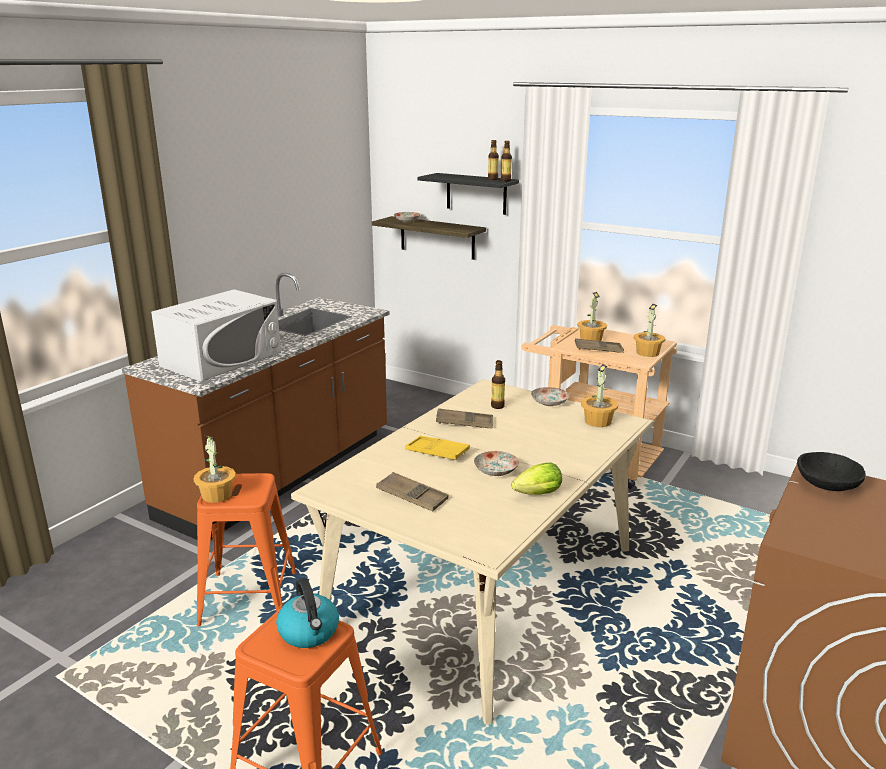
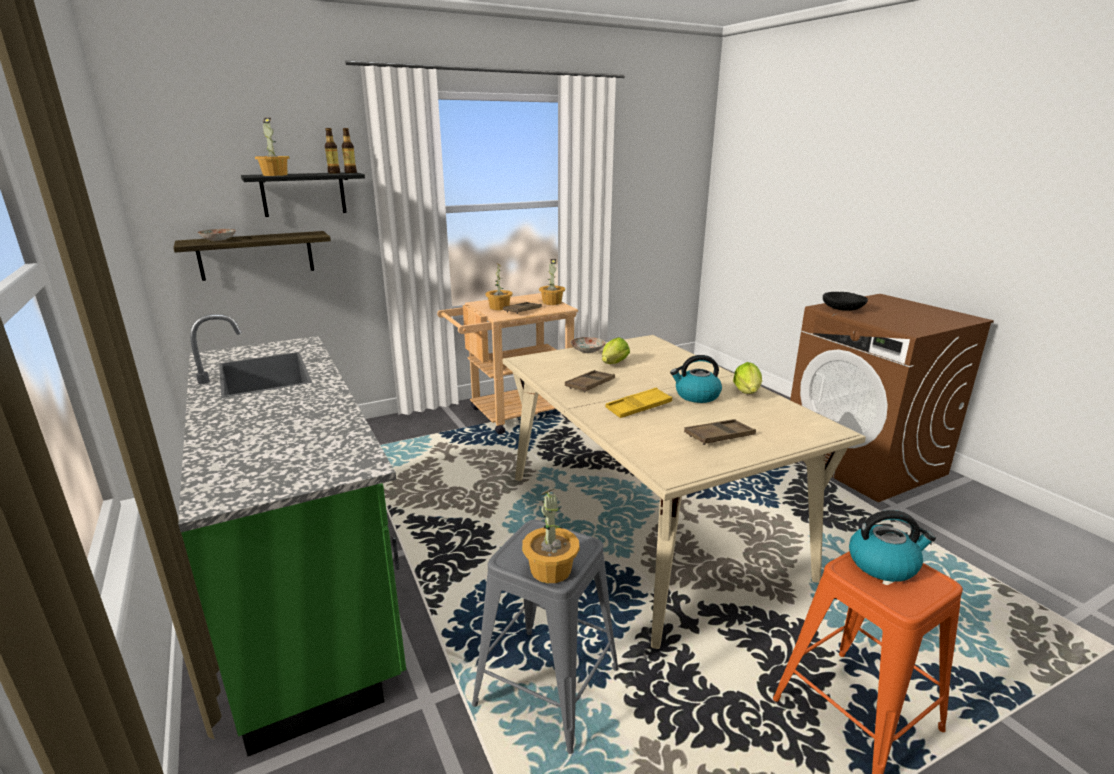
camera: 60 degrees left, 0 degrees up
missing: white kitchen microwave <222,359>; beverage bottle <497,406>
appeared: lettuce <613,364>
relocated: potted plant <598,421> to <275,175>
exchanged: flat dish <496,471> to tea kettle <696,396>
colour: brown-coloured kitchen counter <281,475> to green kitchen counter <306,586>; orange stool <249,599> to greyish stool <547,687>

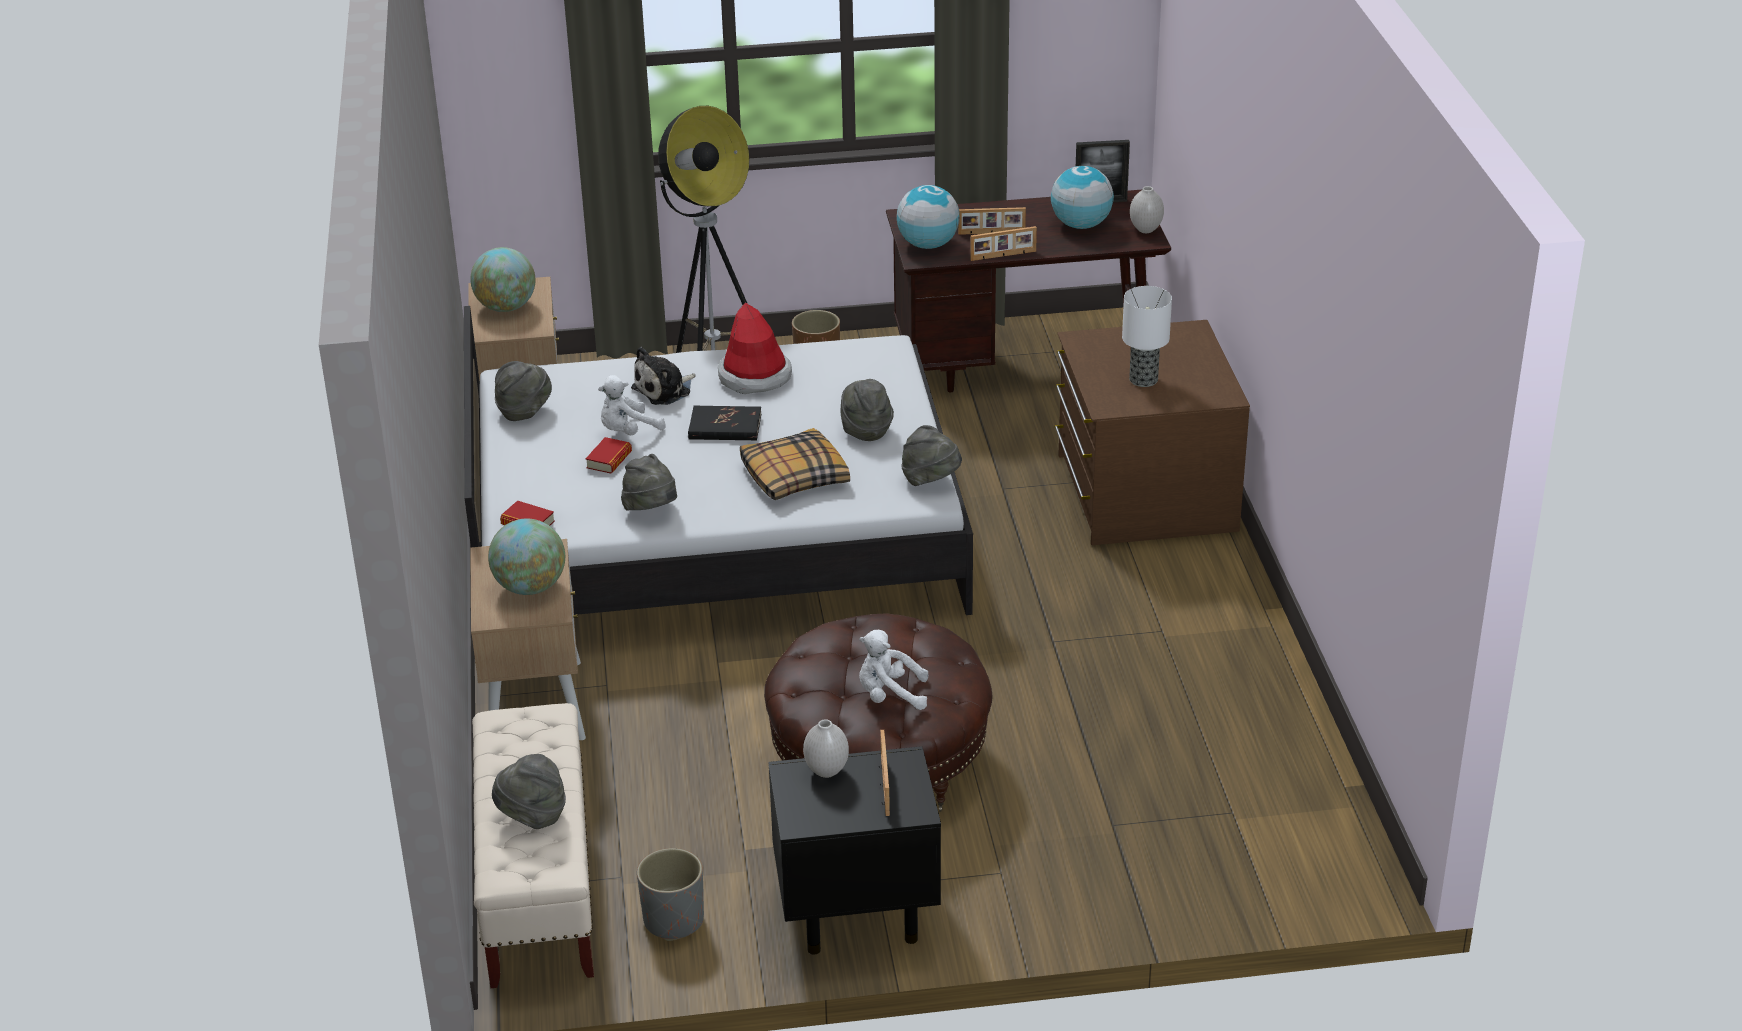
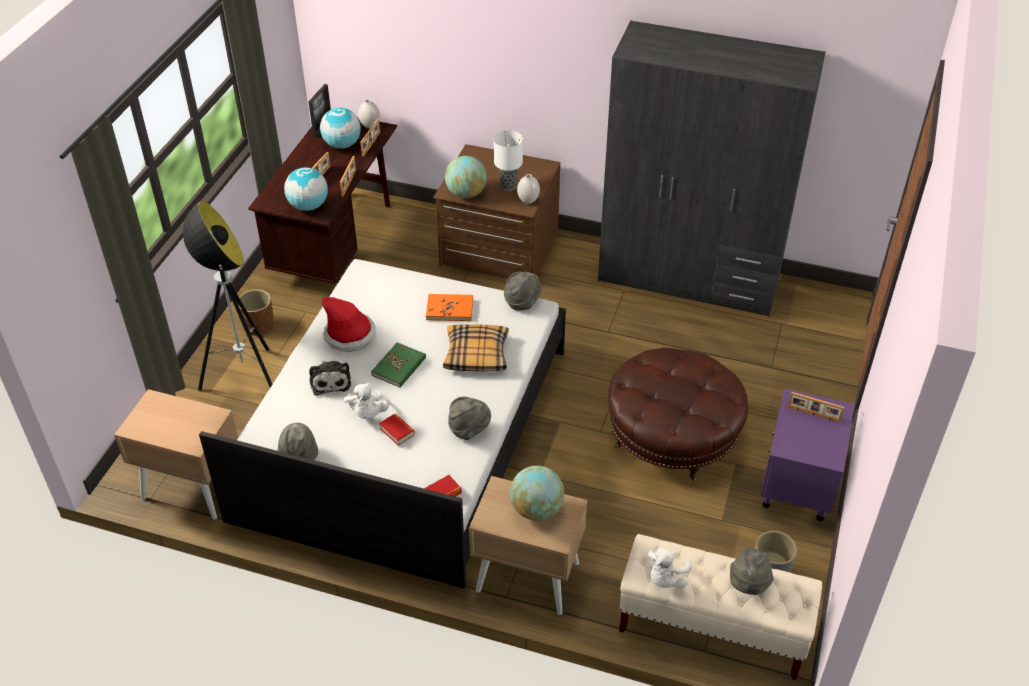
camera: 65 degrees left, 10 degrees up
appeared: picture frame <371,144>; greyish wardrobe <689,278>
relocated: desk globe <506,307> to <466,193>; white decorative vase <826,771> to <528,201>; white plush toy <890,696> to <665,578>
exchanged: greyish clothing hat <865,430> to orange volume <449,309>
colour: blackish volume <725,427> to green volume <399,367>; blackish nightstand <854,913> to purple-coloured nightstand <797,491>

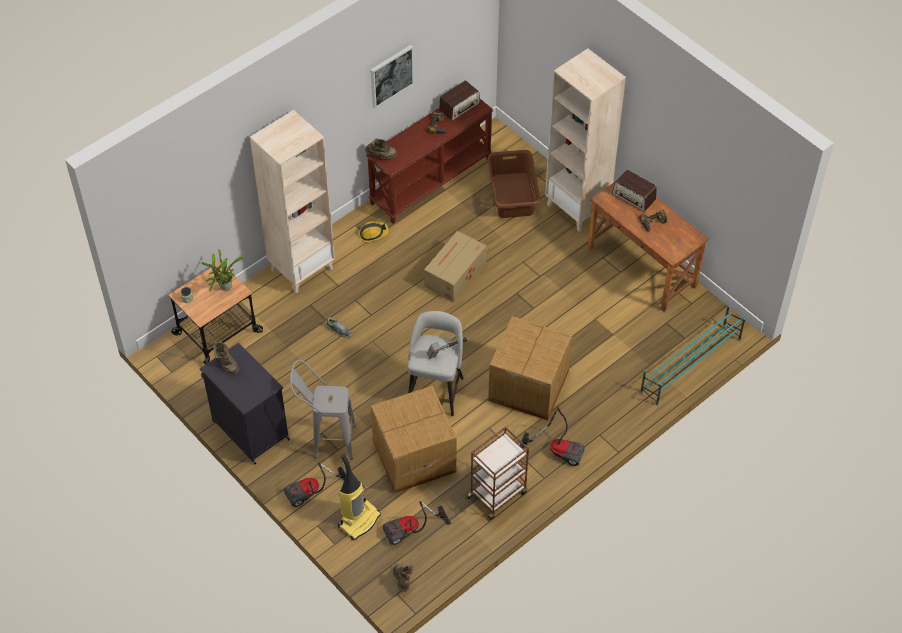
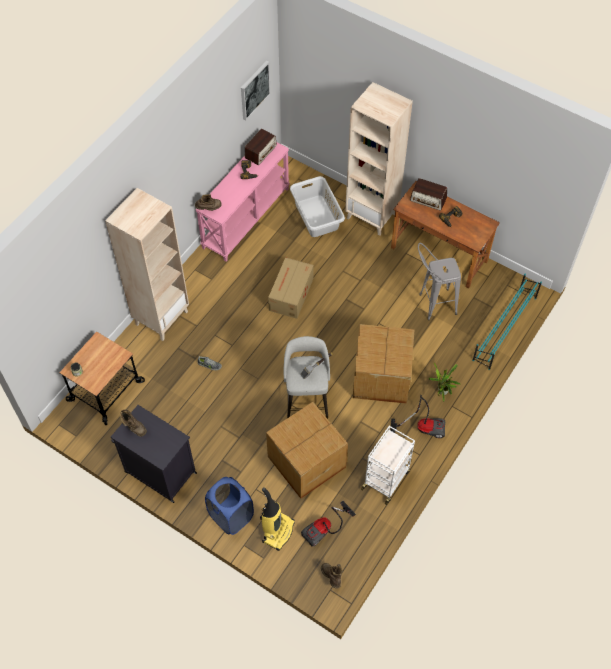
camera: 15 degrees left, 5 degrees up
missing: hard hat <373,233>
relocated: wall picture <391,75> to <254,90>; greyish stool <326,441> to <431,305>; potted plant <224,288> to <442,392>
exchanged: vacuum <313,492> to blue-coloured laundry basket <231,516>
colour: brown-coloured narrow table <430,180> to pink narrow table <245,217>; brown-coloured laundry basket <513,195> to greyish laundry basket <317,216>; brown-coloured trolley <497,494> to white trolley <386,479>

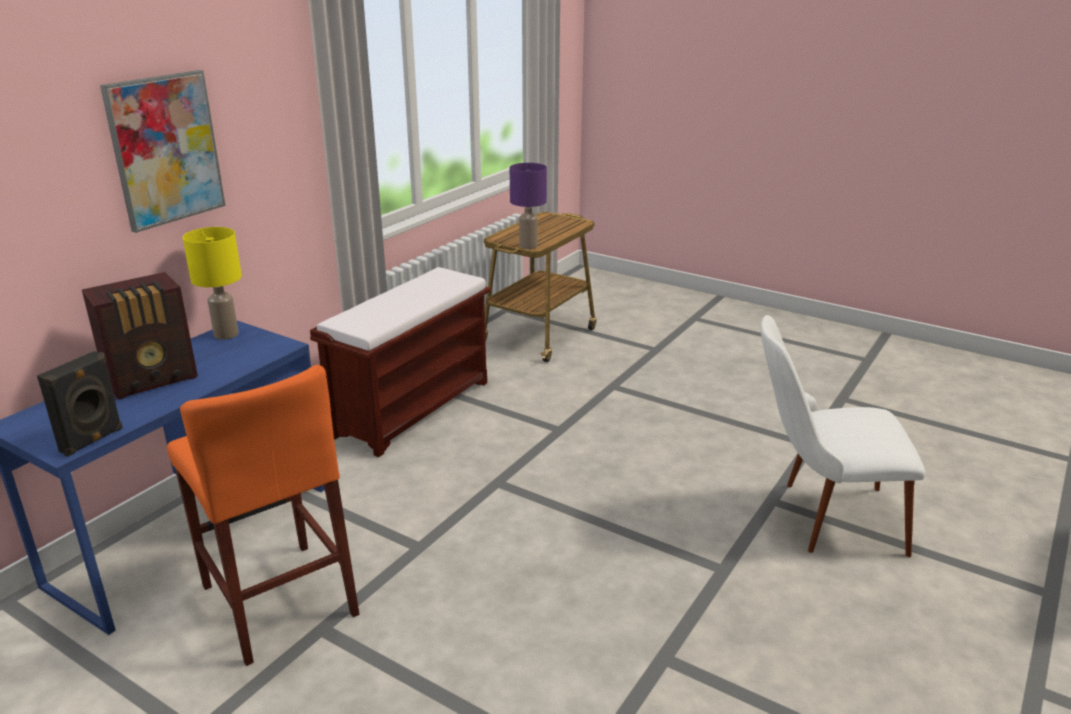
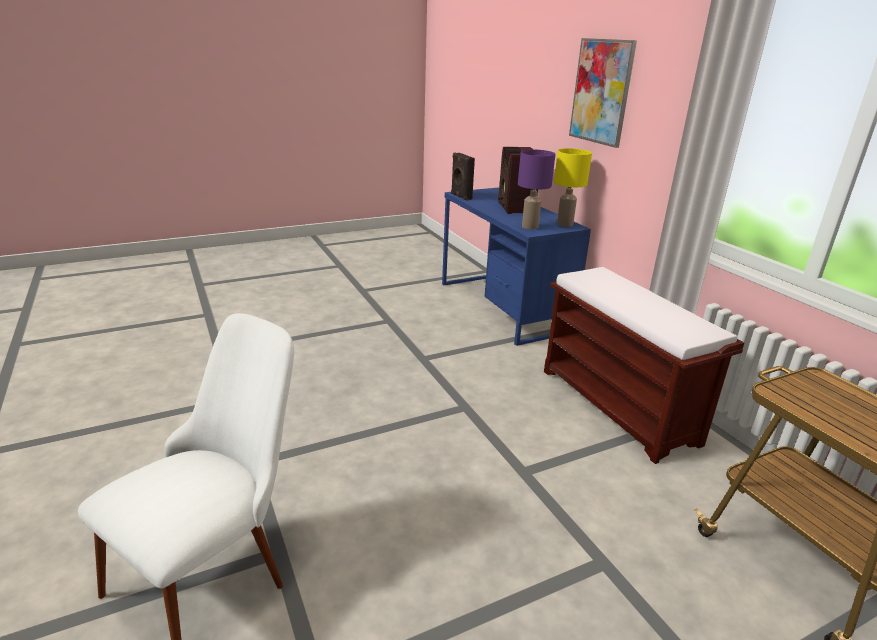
camera: 120 degrees right, 0 degrees up
missing: orange stool <278,600>
relocated: purple-coloured tabletop lamp <528,246> to <530,227>

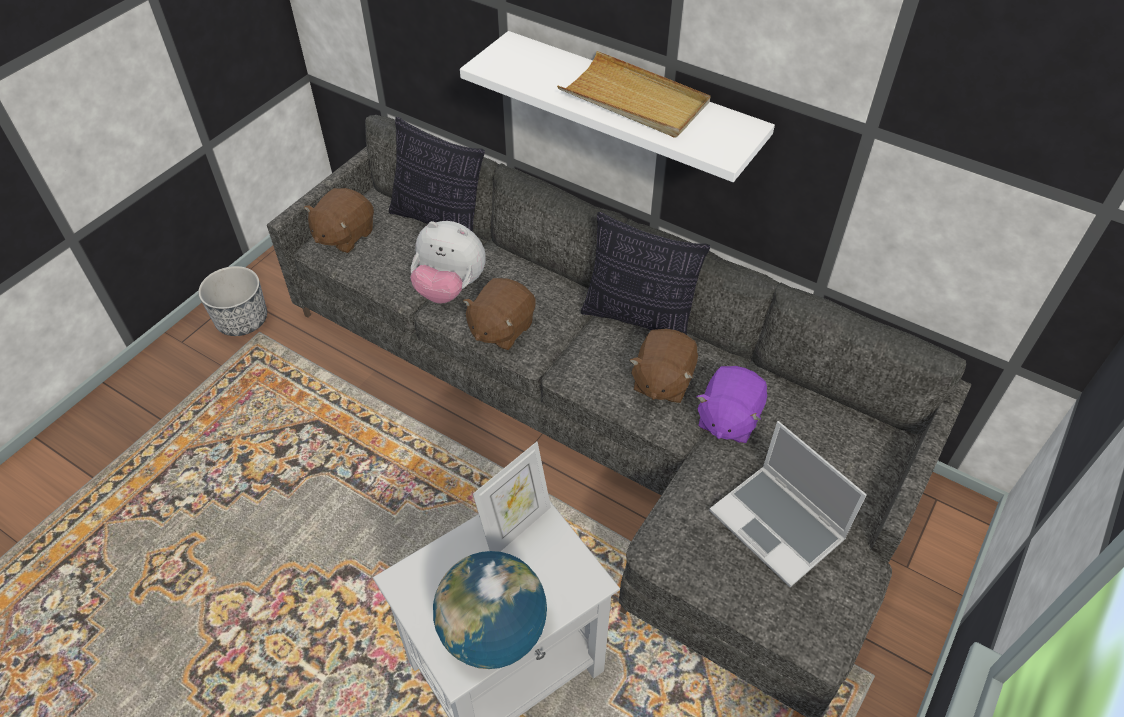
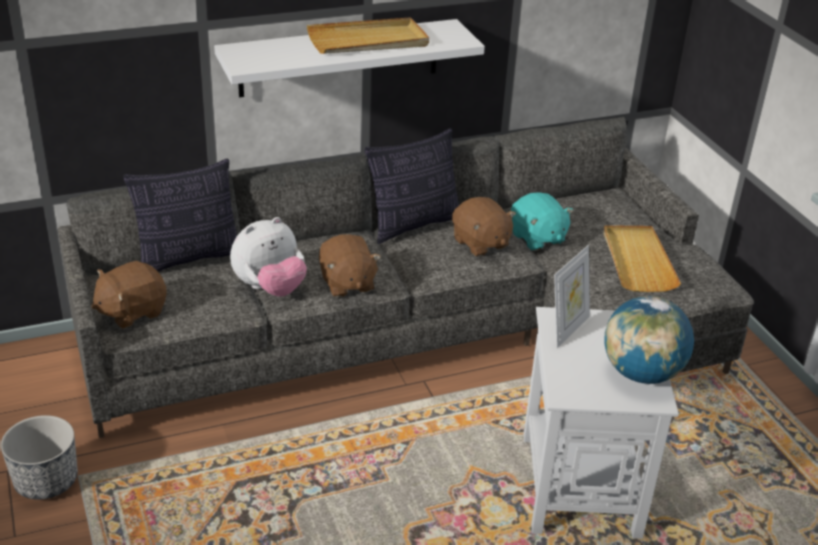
camera: 55 degrees left, 15 degrees down
exchanged: notebook computer <778,526> to beige carrying tray <637,261>
colour: purple-coloured plush toy <727,419> to blue-green plush toy <537,238>
spun: brown-coloured plush toy <344,235> = <131,311> 75 degrees clockwise; picture frame <516,527> = <567,329> 45 degrees clockwise

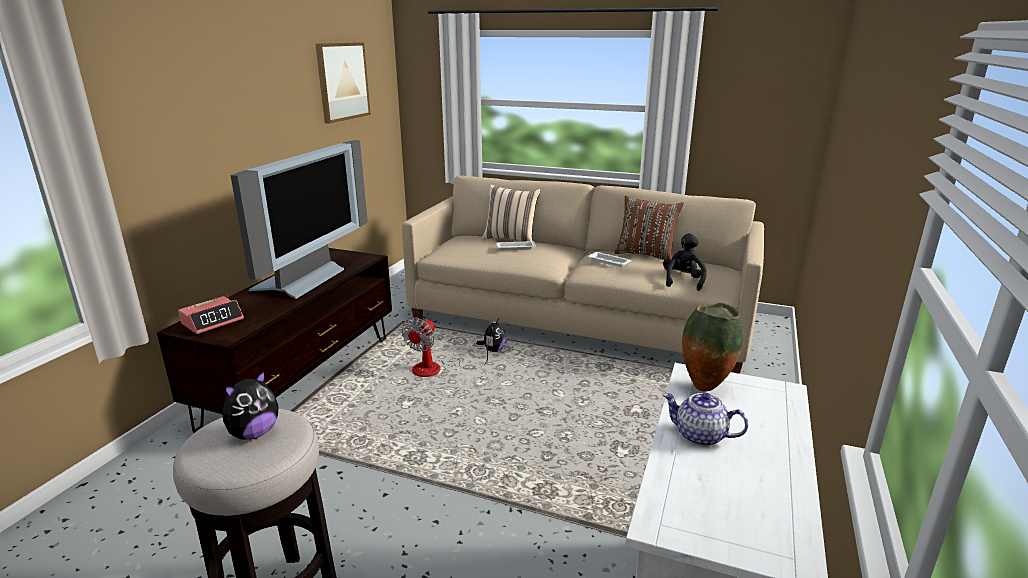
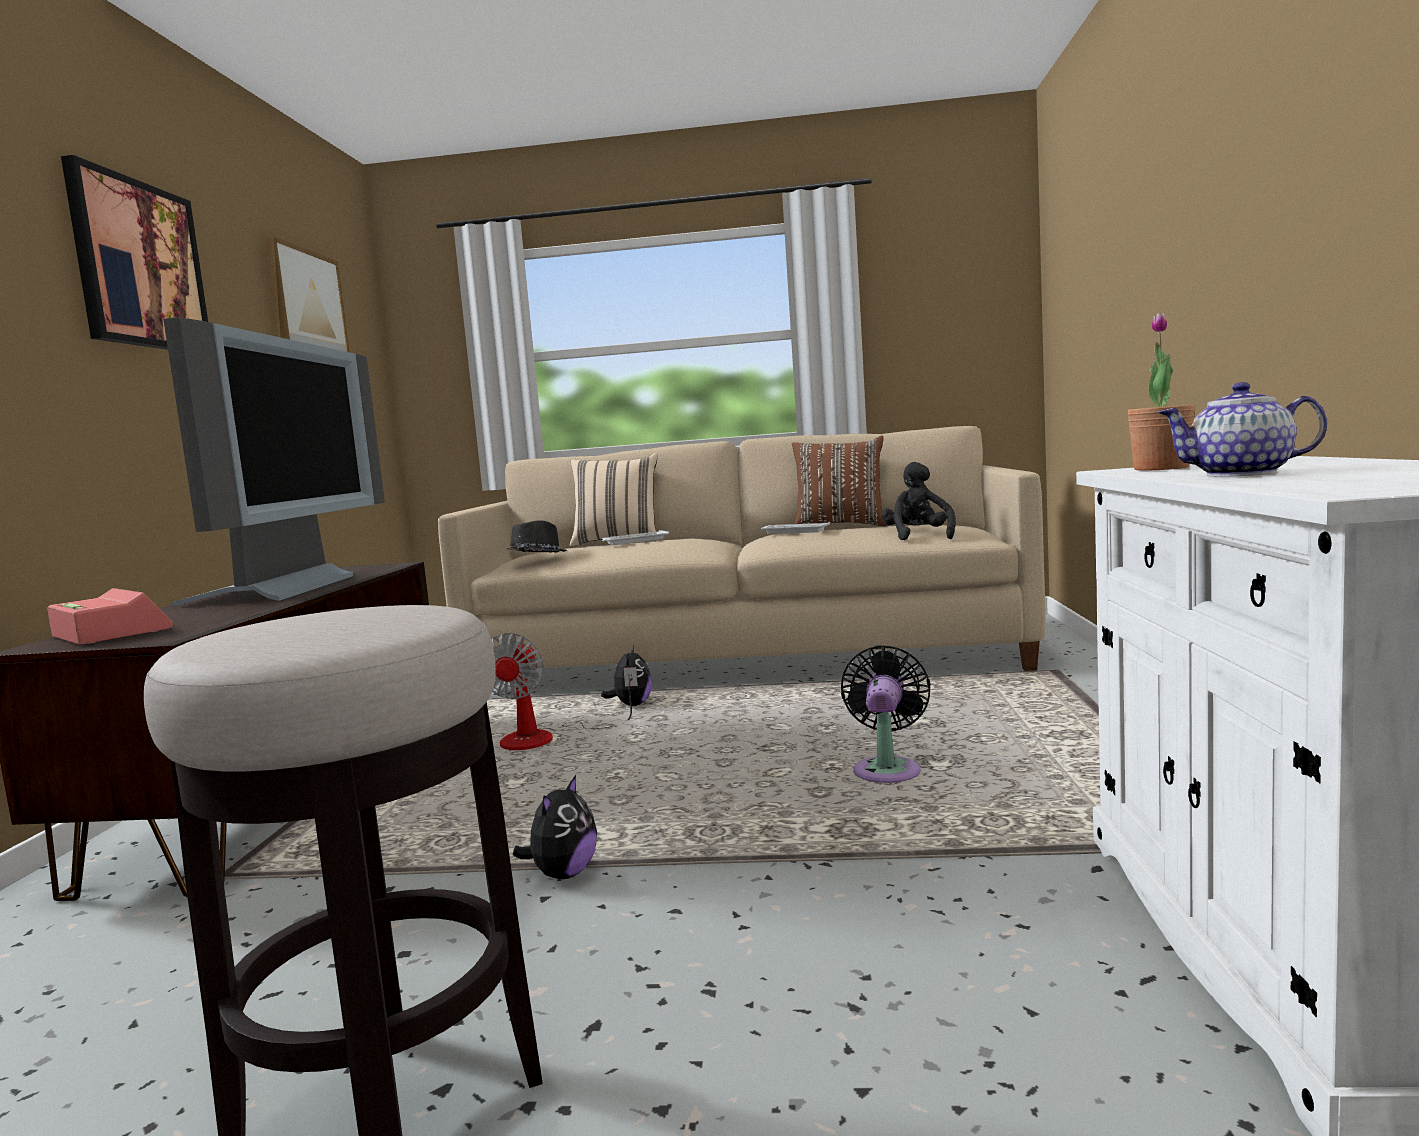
camera: 15 degrees left, 15 degrees down
appeared: wall picture <138,265>; blackish clothing hat <536,556>; blackish fan <887,769>
relocated: plush toy <253,433> to <563,874>
exchanged: decorative vase <704,387> to potted plant <1161,468>
spun: bedside clock <213,321> = <111,633> 75 degrees counterclockwise

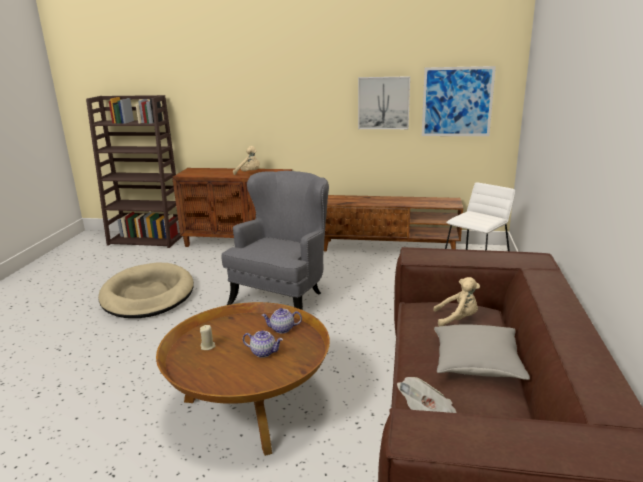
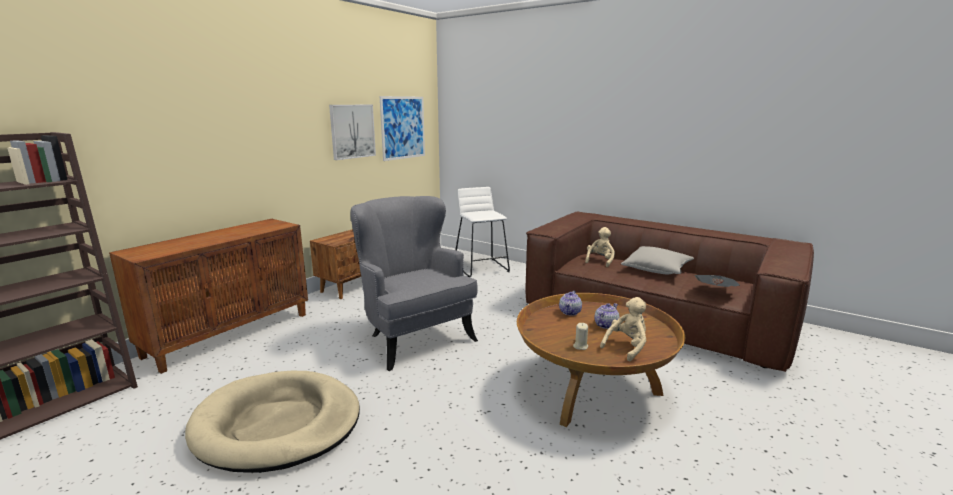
camera: 65 degrees left, 5 degrees down
relocated: beige plush toy <249,173> to <626,347>

